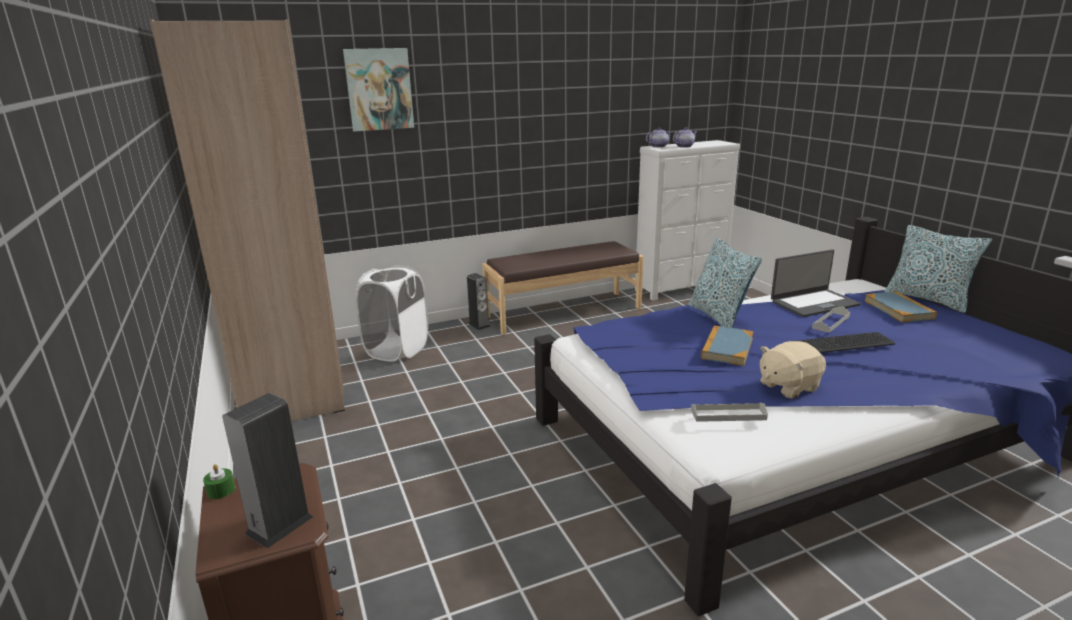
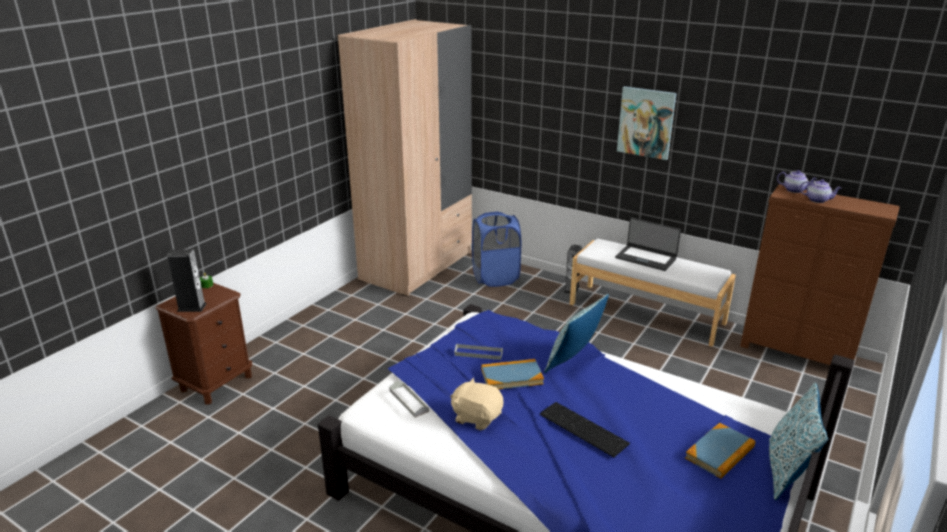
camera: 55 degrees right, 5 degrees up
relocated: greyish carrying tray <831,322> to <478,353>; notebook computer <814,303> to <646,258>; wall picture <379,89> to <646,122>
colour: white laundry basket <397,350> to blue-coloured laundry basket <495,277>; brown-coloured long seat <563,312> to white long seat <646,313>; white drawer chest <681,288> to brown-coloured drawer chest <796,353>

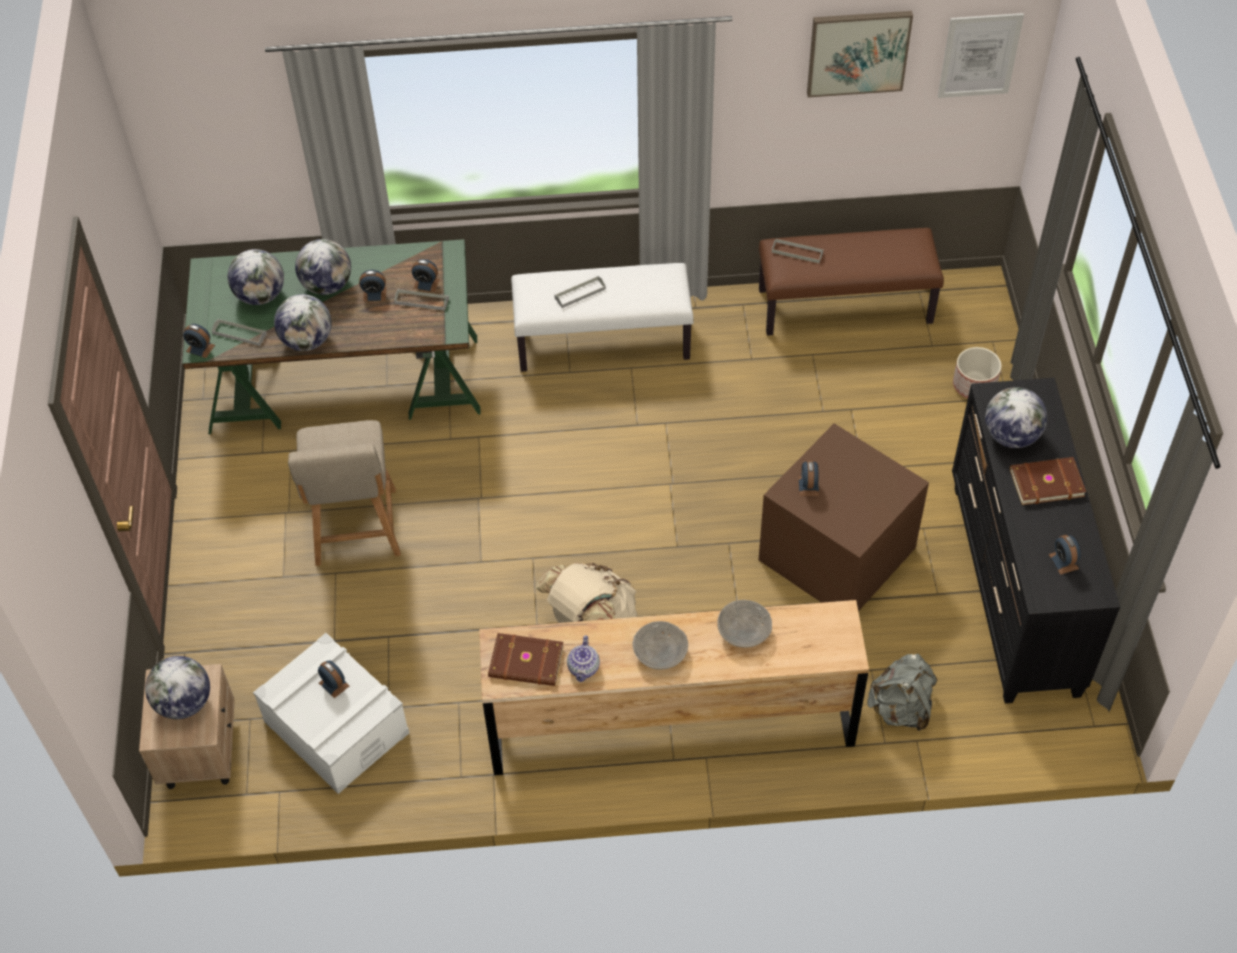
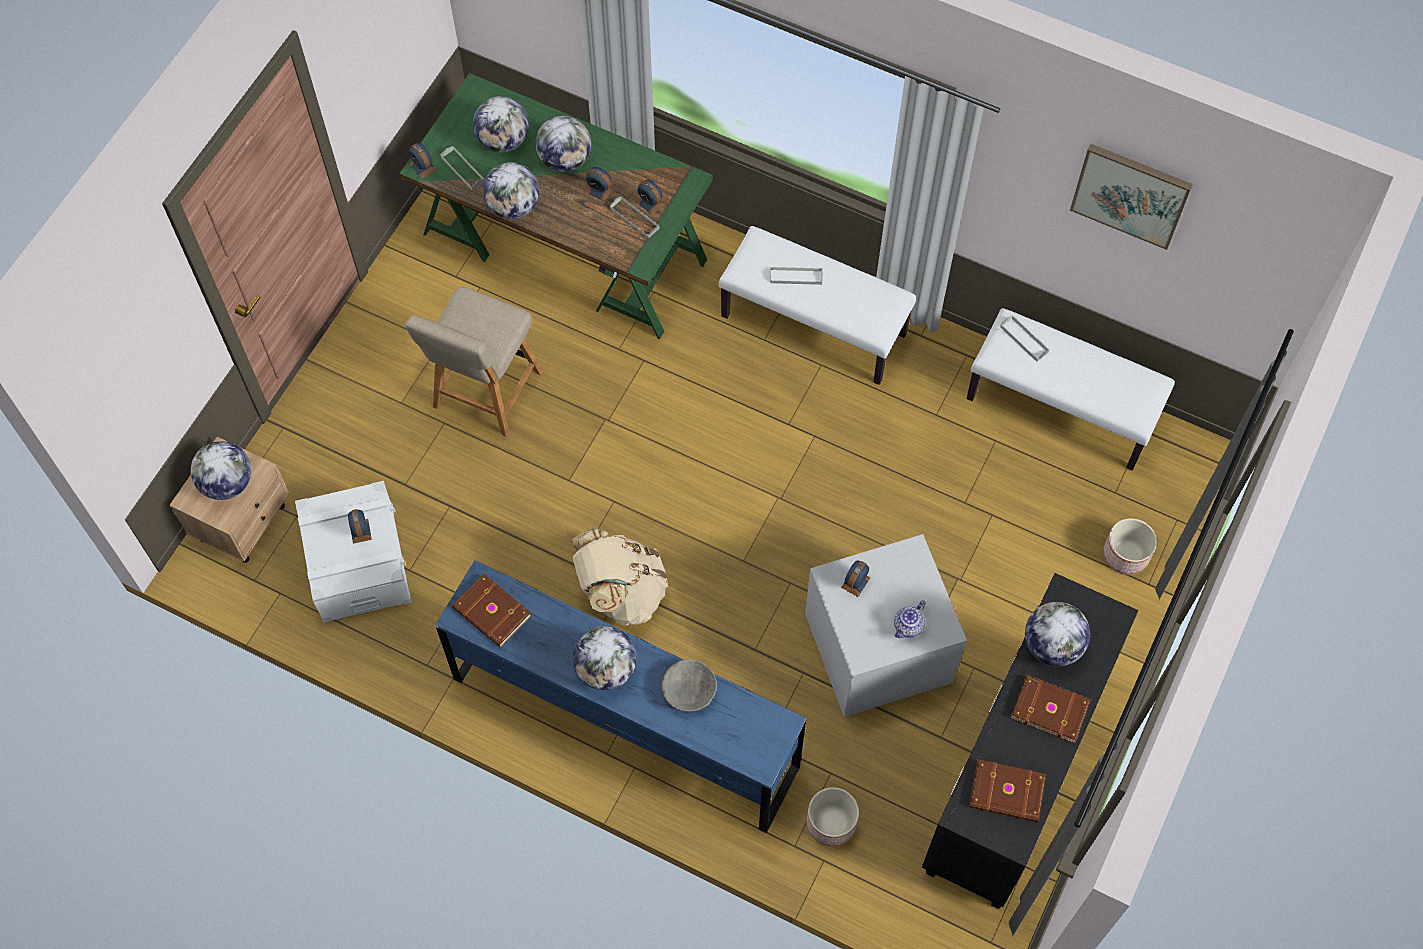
camera: 30 degrees right, 10 degrees up
missing: wall picture <979,55>
relocated: pot for tea <584,669> to <908,627>
exchanged: greyish deep dish <661,653> to desk globe <606,669>; greyish backpack <901,708> to flower pot <831,823>; bedside clock <1063,561> to brown-coloured volume <1007,793>
colour: brown-coloured drawer chest <671,726> to blue-coloured drawer chest <625,722>; brown-coloured storage box <834,554> to greyish storage box <876,646>; brown-coloured long seat <845,305> to white long seat <1062,407>

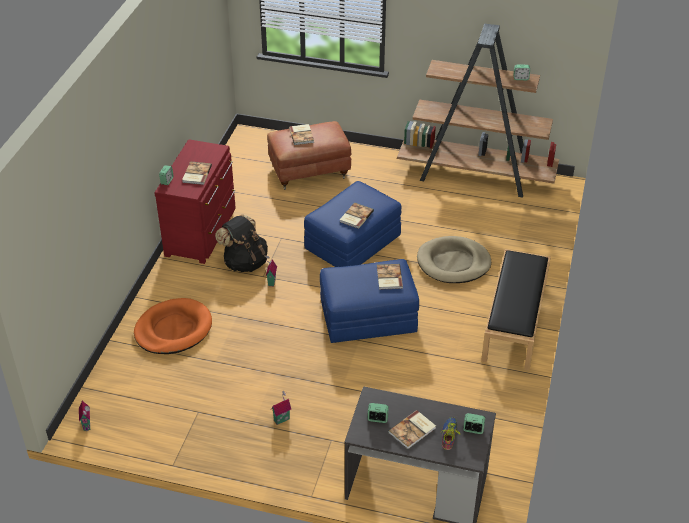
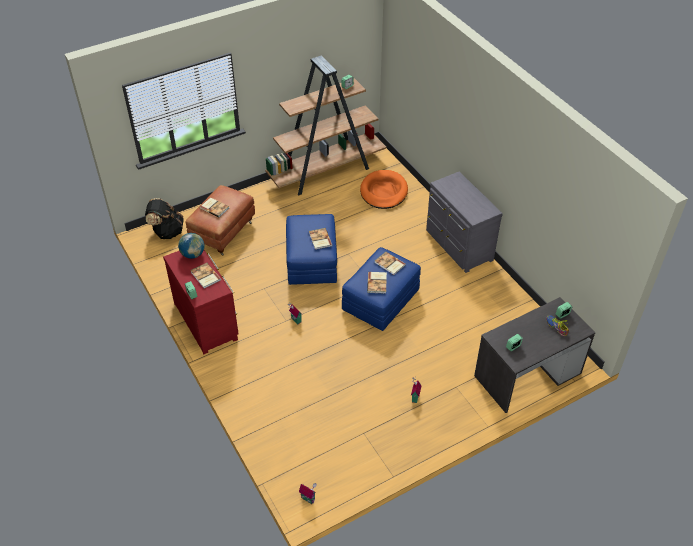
camera: 45 degrees left, 5 degrees up
missing: beige dog bed <453,263>
appeared: desk globe <193,254>
relocated: blackish backpack <245,262> to <167,231>; orange dog bed <173,329> to <383,191>; volume <413,430> to <377,283>
exchanged: blackish long seat <515,322> to greyish drawer chest <457,246>

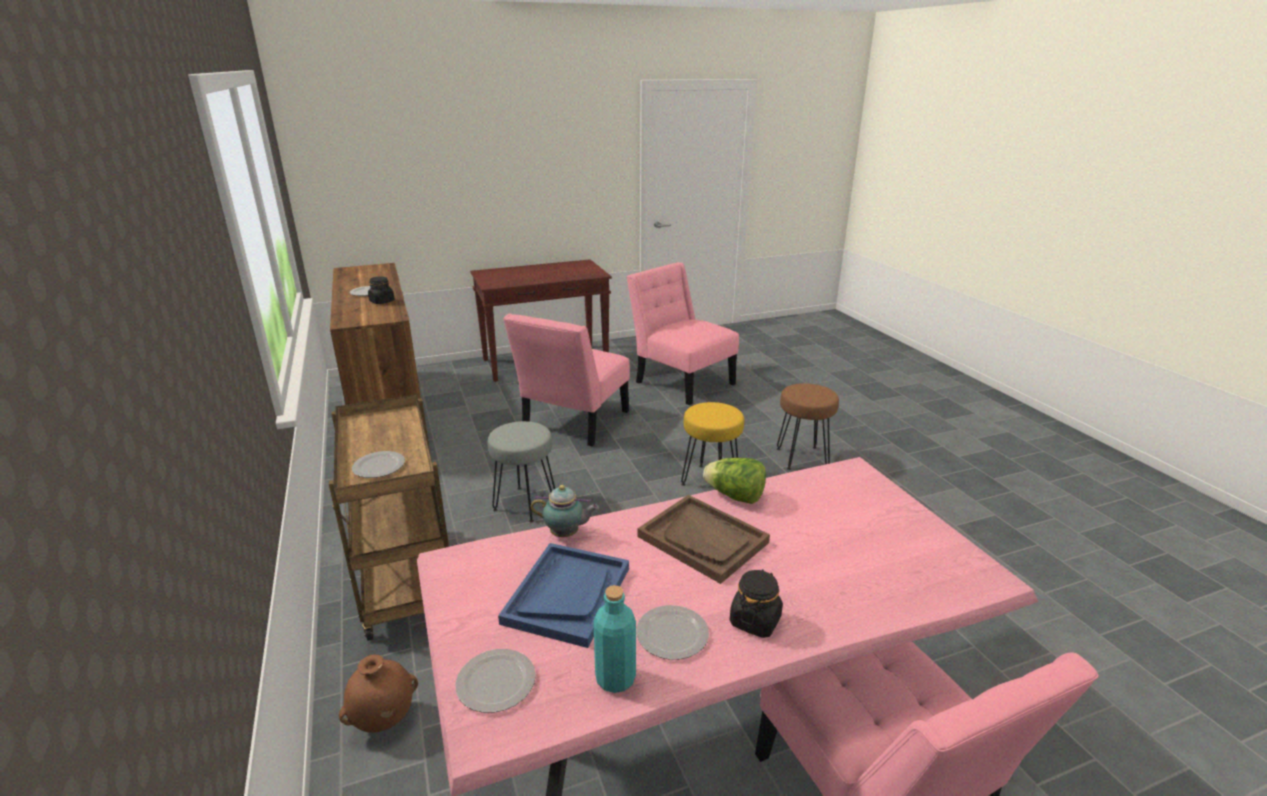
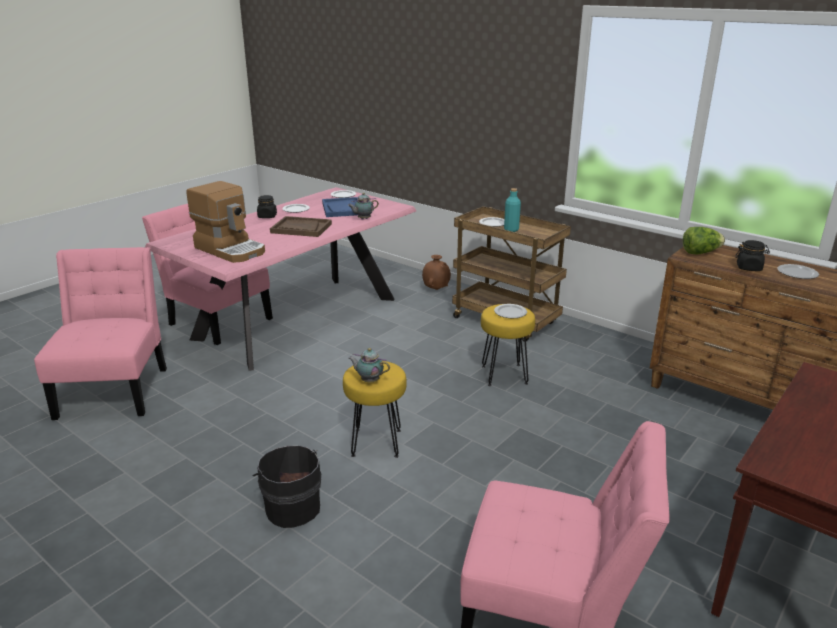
camera: 150 degrees right, 0 degrees up
appeared: coffee machine <231,249>; pot for tea <369,381>; flat dish <510,313>
relocated: pink chair <573,423> to <115,389>; blue-green beverage bottle <615,678> to <511,230>; lettuce <735,496> to <700,253>
exchanged: brown-coloured stool <801,458> to blackish water bucket <292,507>
colour: greyish stool <525,503> to yellowish stool <505,375>

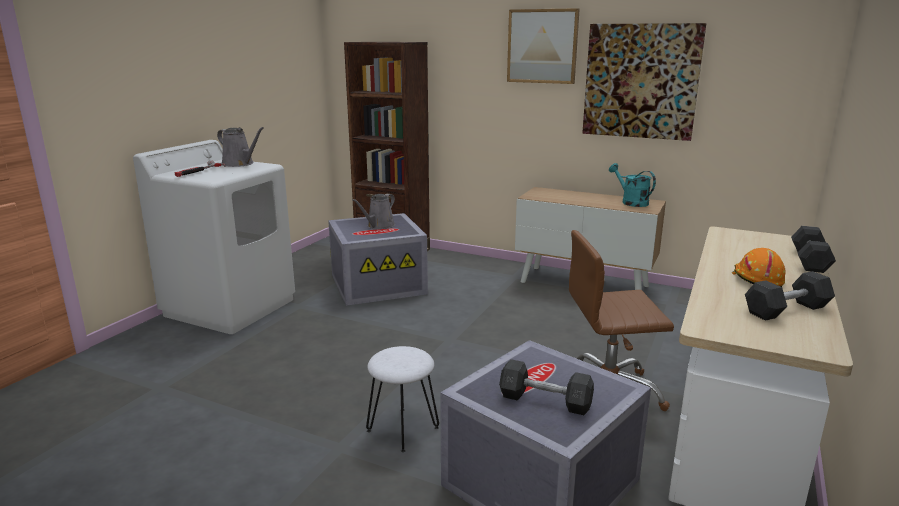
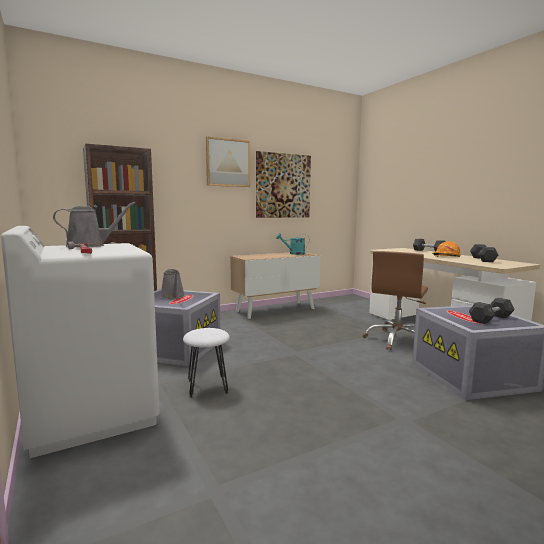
camera: 55 degrees left, 10 degrees down
relocated: white stool <403,428> to <207,386>

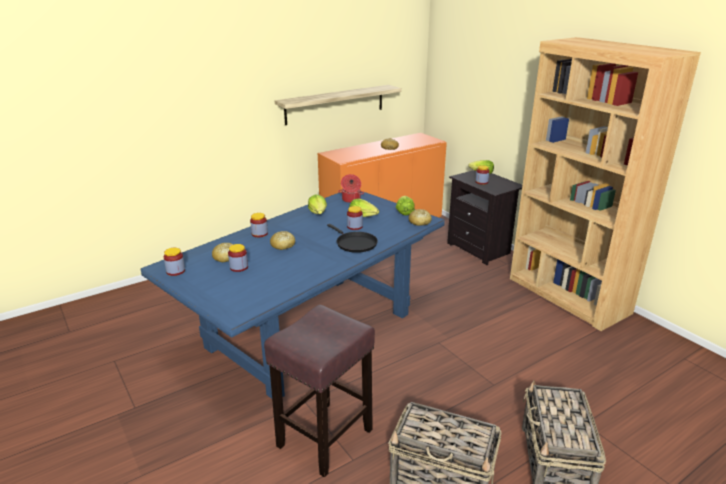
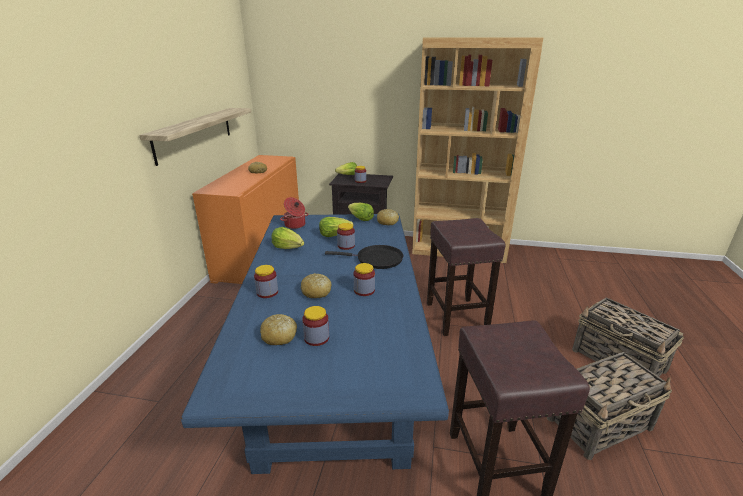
camera: 45 degrees left, 0 degrees up
appeared: brown-coloured stool <457,317>
relocated: storage jar <175,271> to <364,290>

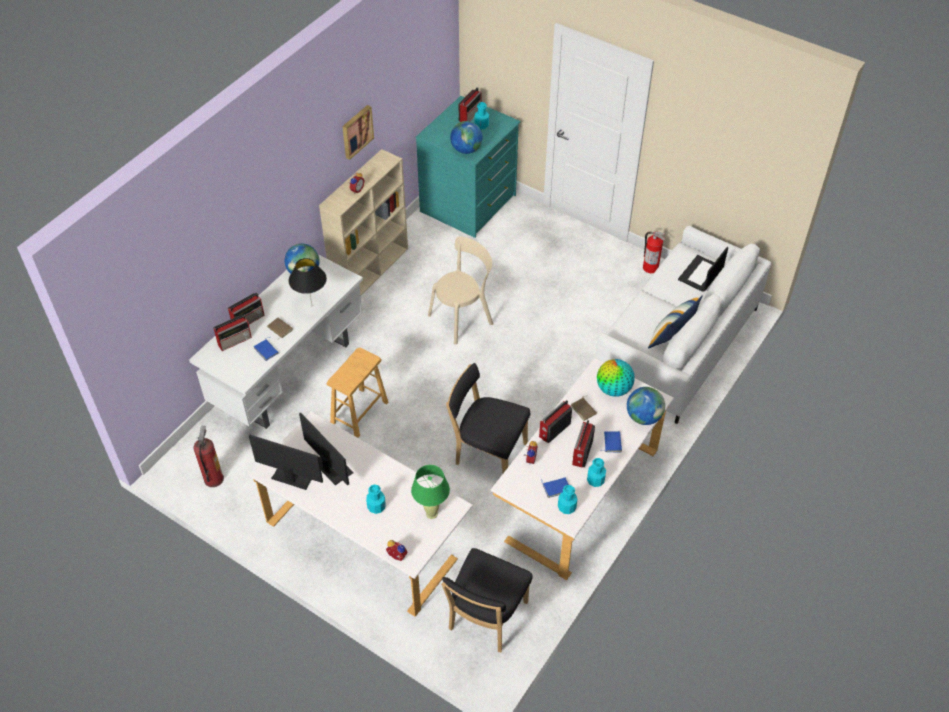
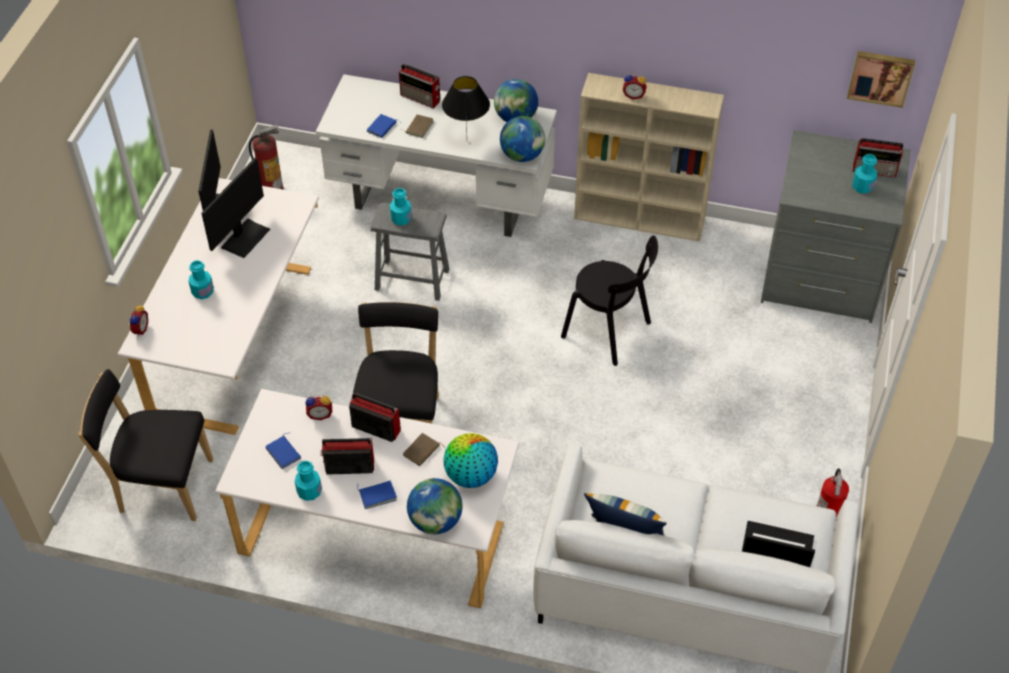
camera: 70 degrees right, 0 degrees up
missing: radio receiver <235,340>; green tabletop lamp <431,514>
relocated: blue-green beverage bottle <566,507> to <401,219>; desk globe <466,150> to <522,155>; wall picture <356,131> to <880,77>
colour: brown-coloured stool <359,412> to greyish stool <412,279>; beige chair <463,318> to blackish chair <609,332>; blue-green drawer chest <469,204> to greyish drawer chest <820,278>

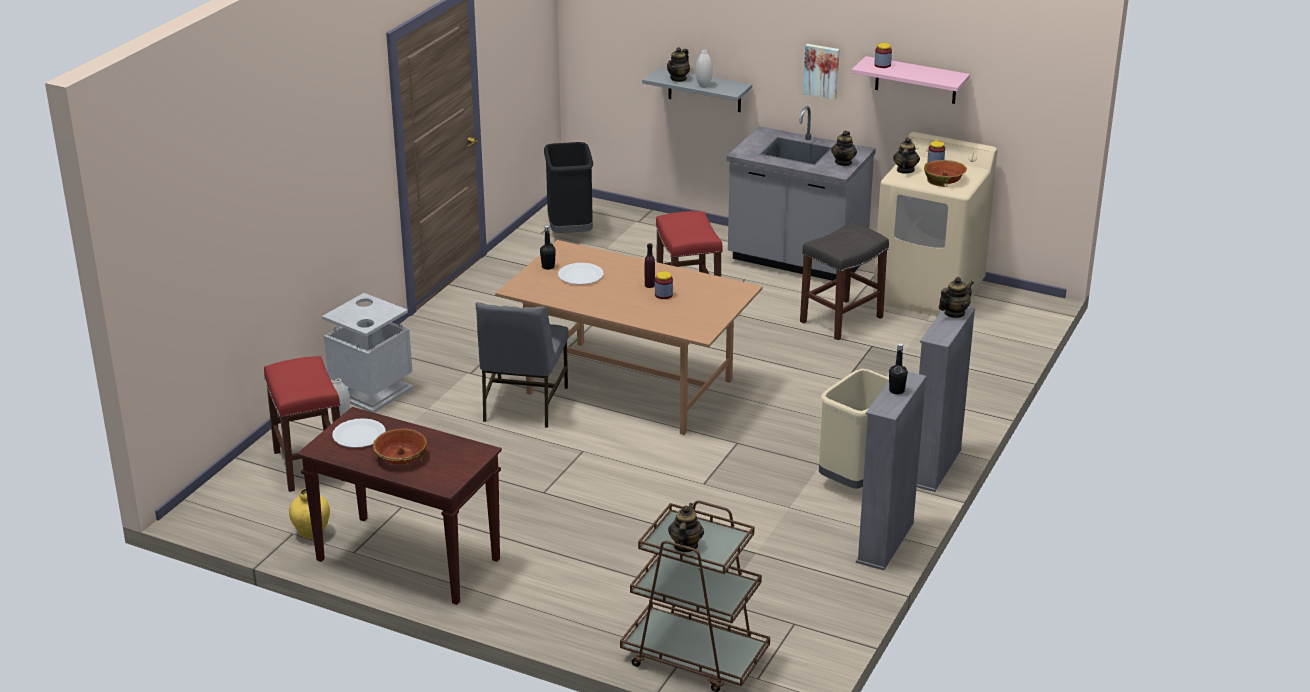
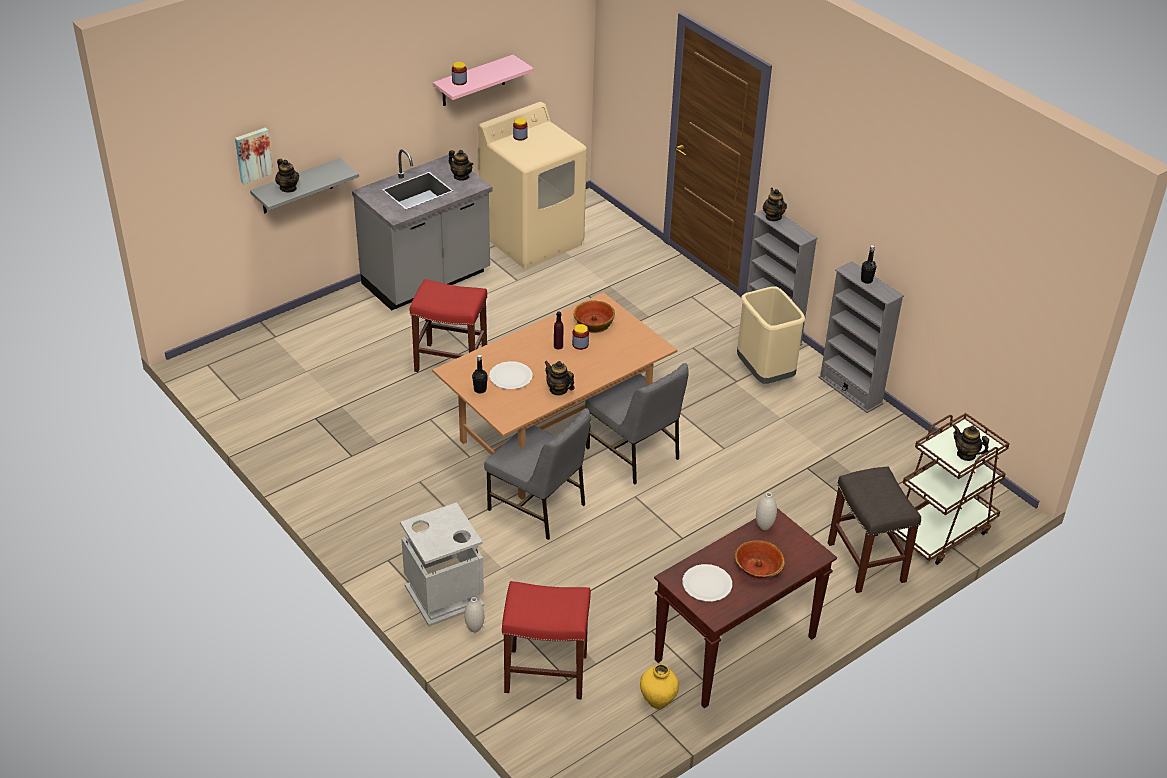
camera: 65 degrees left, 10 degrees up
missing: blackish waste bin <569,231>
appeared: greyish chair <634,453>
relocated: wall picture <822,70> to <253,155>; pot for tea <905,170> to <558,390>; deep dish <944,180> to <593,322>; white decorative vase <703,86> to <764,526>; greyish stool <841,320> to <867,563>

